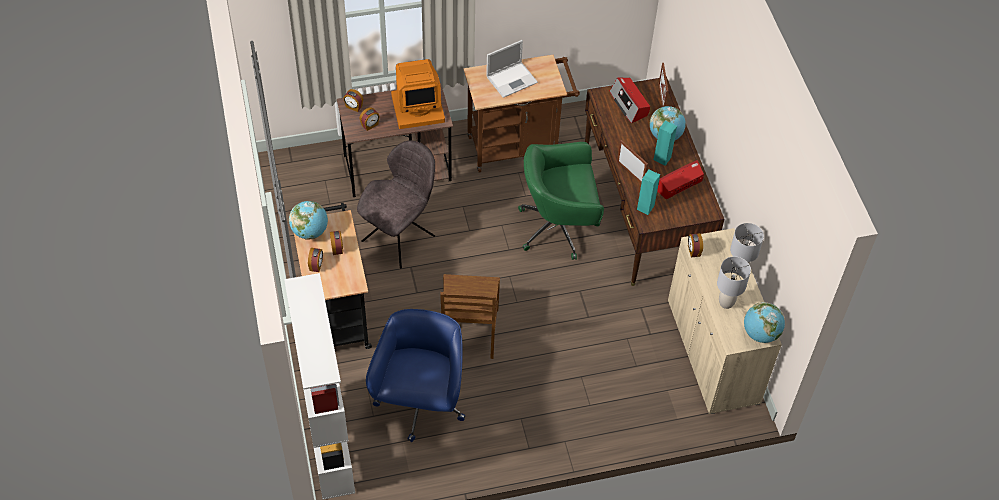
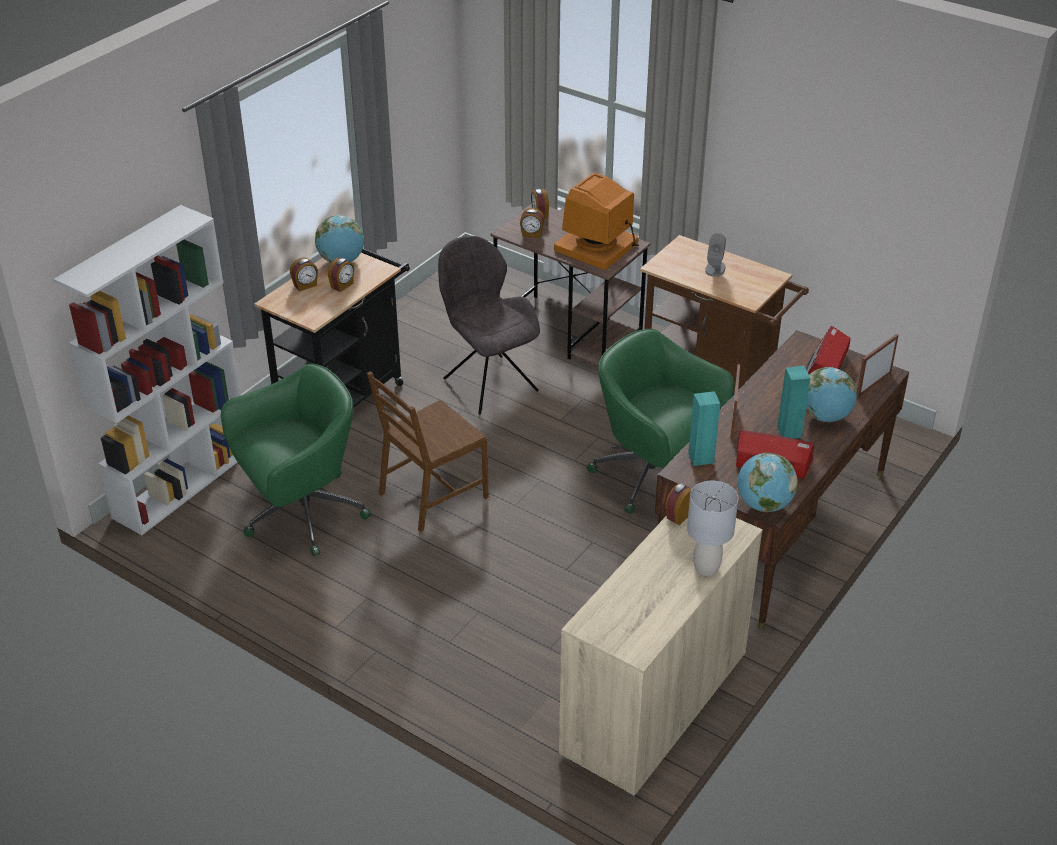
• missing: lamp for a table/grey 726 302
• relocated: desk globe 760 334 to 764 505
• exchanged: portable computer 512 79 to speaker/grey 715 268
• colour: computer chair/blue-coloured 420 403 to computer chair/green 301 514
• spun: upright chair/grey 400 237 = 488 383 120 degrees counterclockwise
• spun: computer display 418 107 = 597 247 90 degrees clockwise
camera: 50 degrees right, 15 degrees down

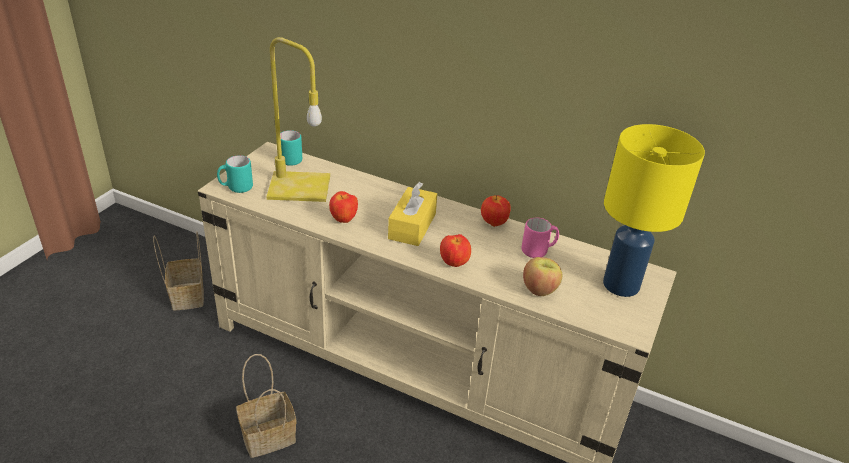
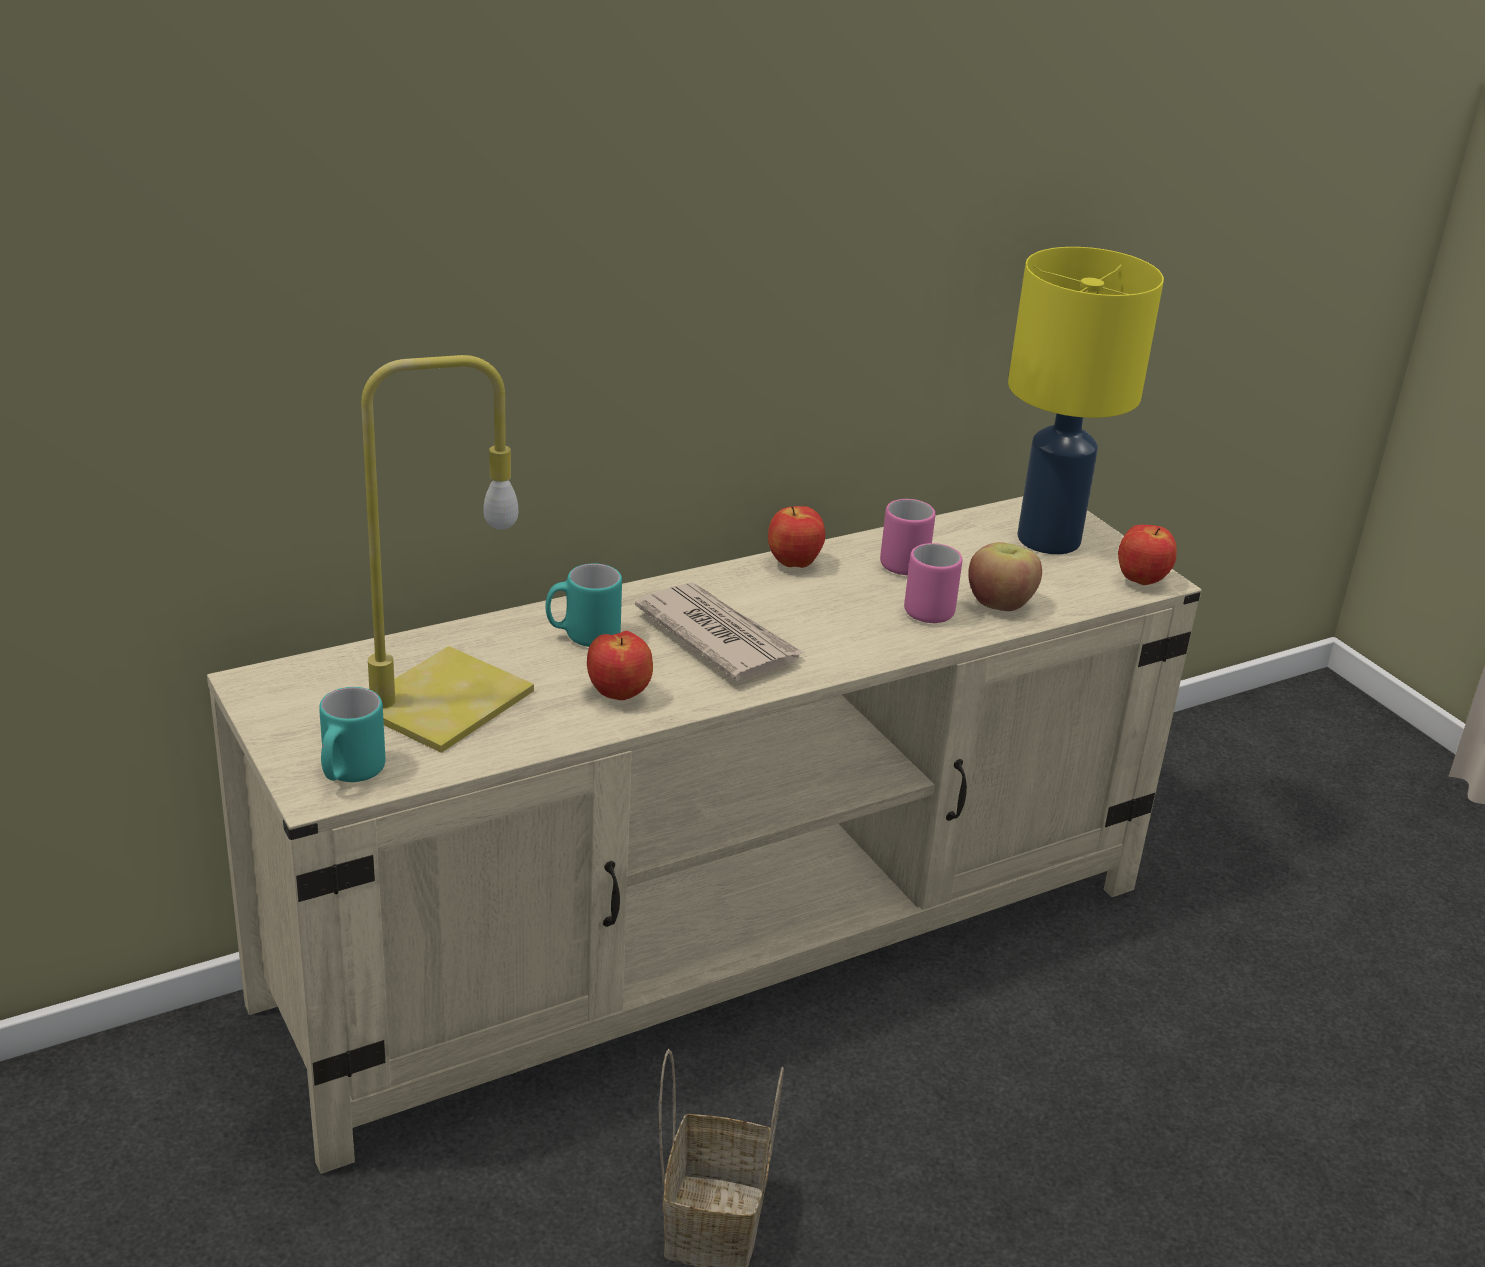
• missing: basket 186 295
• appeared: mug/pinkish 926 607
• relocated: mug/turquoise-coloured 288 159 to 582 636
• relocated: apple fruit 454 263 to 1141 581
• exchanged: tissue box/yellow 412 226 to newspaper 717 637
camera: 55 degrees left, 5 degrees down

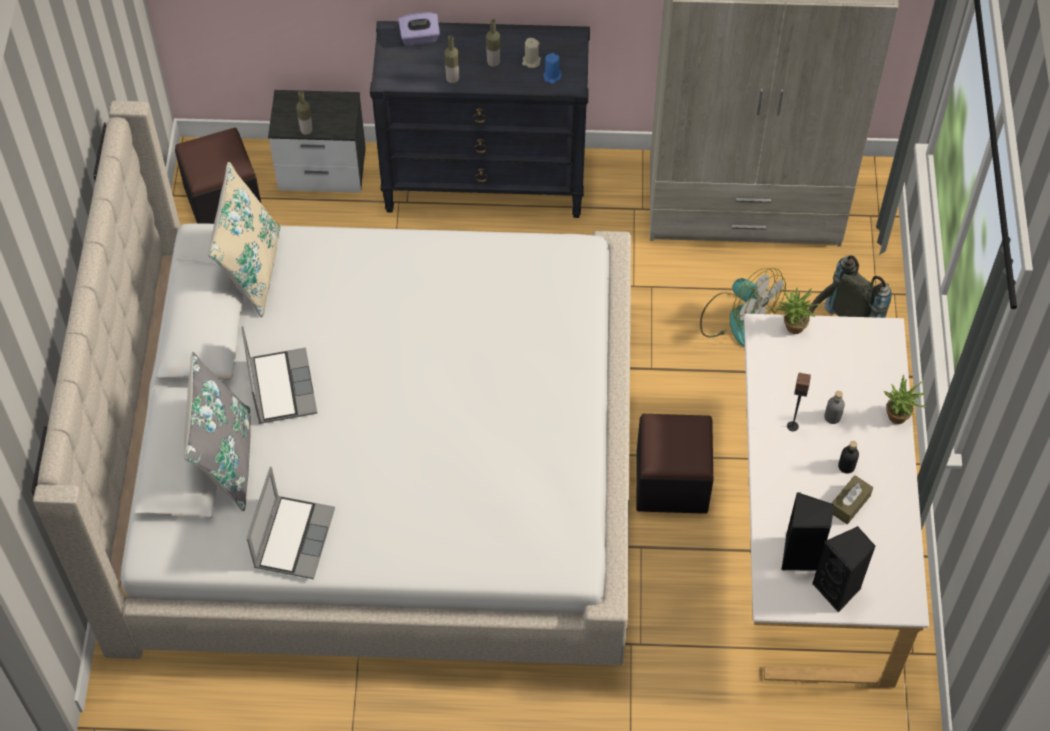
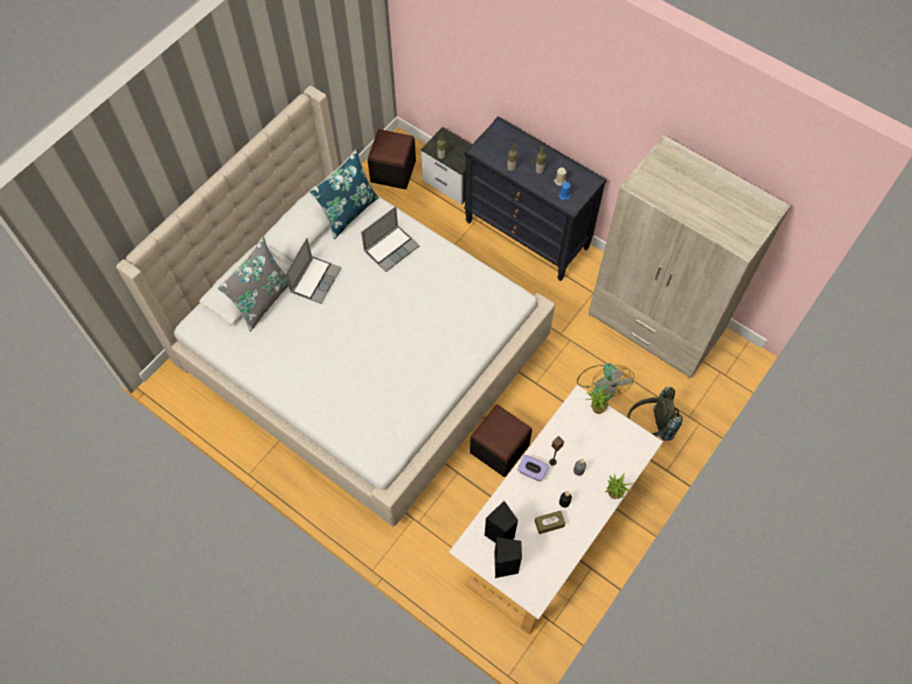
• relocated: portable computer 293 537 to 391 248
• relocated: tissue box/purplish 420 38 to 532 472
• colour: pillow/sand-coloured 251 269 to pillow/blue-coloured 348 212
camera: 35 degrees right, 5 degrees up

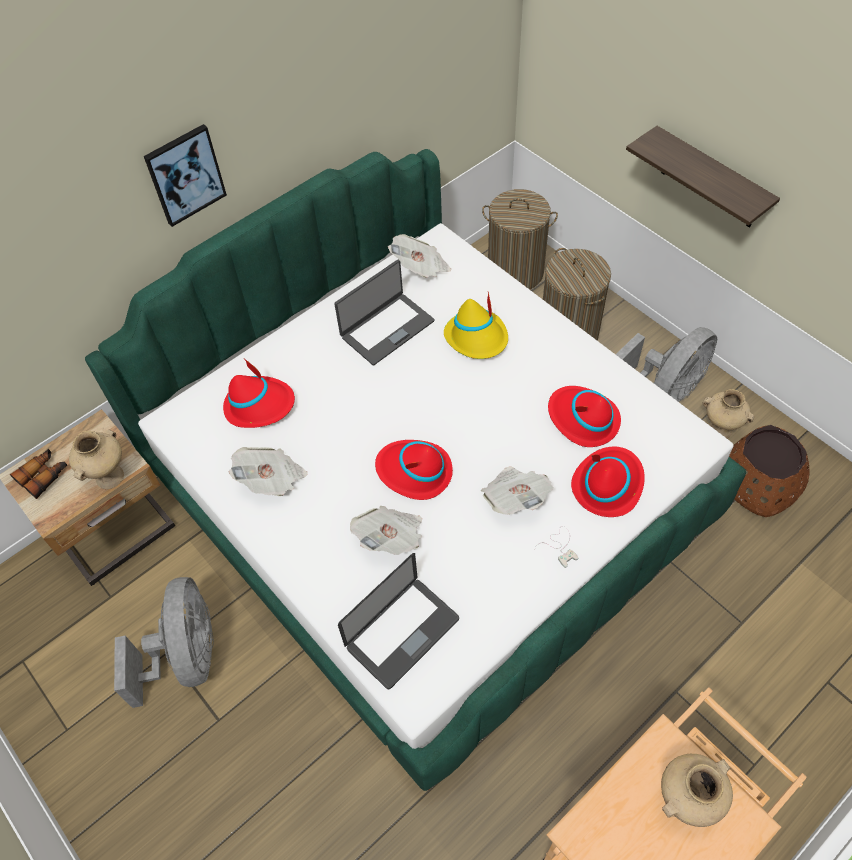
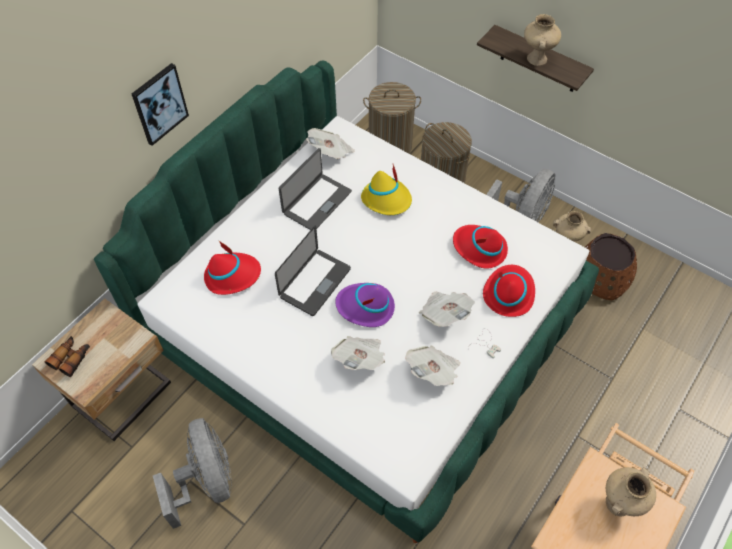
• relocated: decorative vase/sand-coloured 109 476 to 536 58
• relocated: newspaper 272 479 to 433 371
• relocated: portable computer 402 633 to 315 283
• colour: wearable hat/red-coloured 414 472 to wearable hat/purplish 365 307
camera: 15 degrees left, 0 degrees up

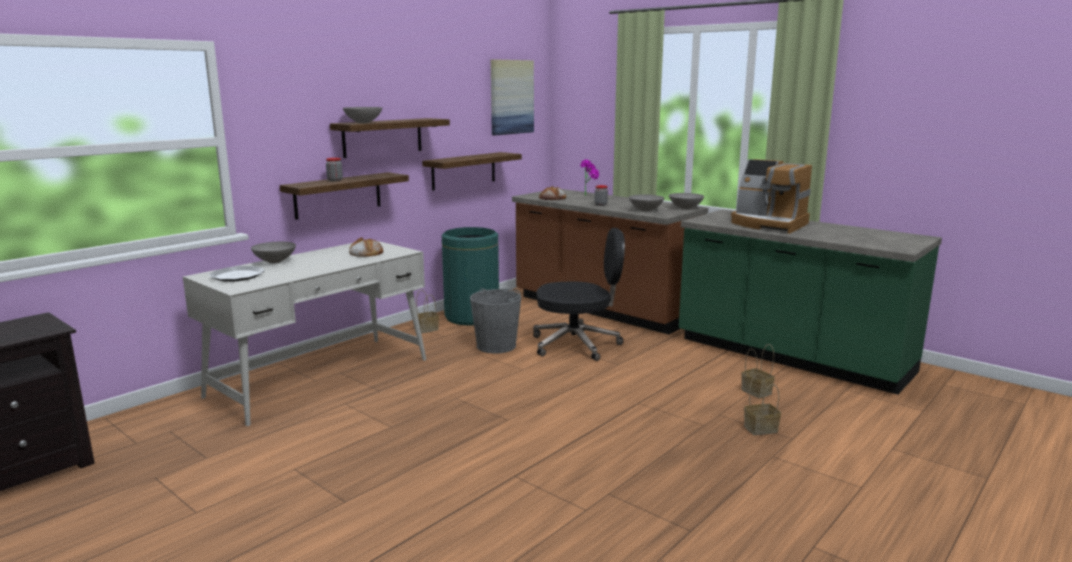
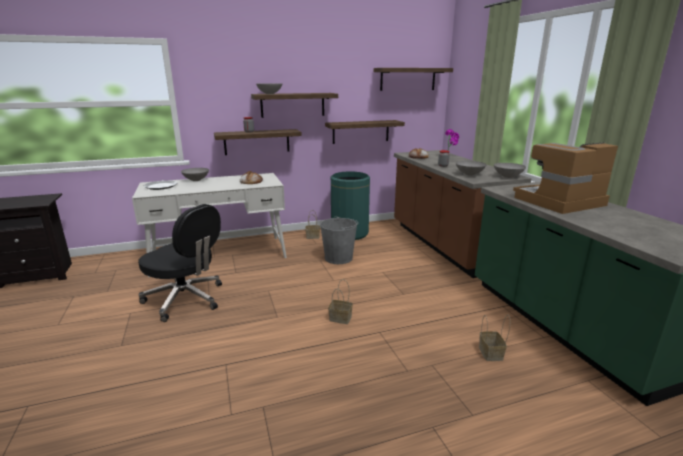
• relocated: computer chair/black-coloured 577 344 to 186 299
• relocated: basket 761 428 to 341 318
• exchanged: picture 511 97 to wall shelf 408 79
• spun: coffee machine 768 224 = 559 202 90 degrees clockwise
camera: 30 degrees right, 5 degrees up

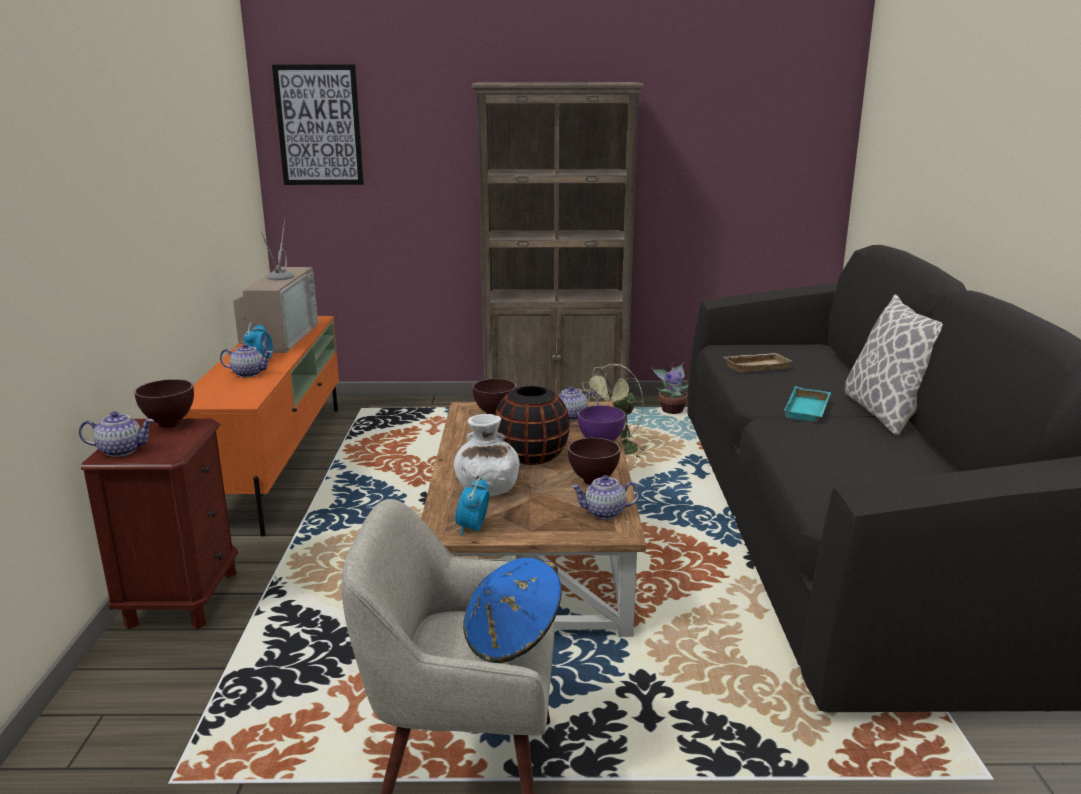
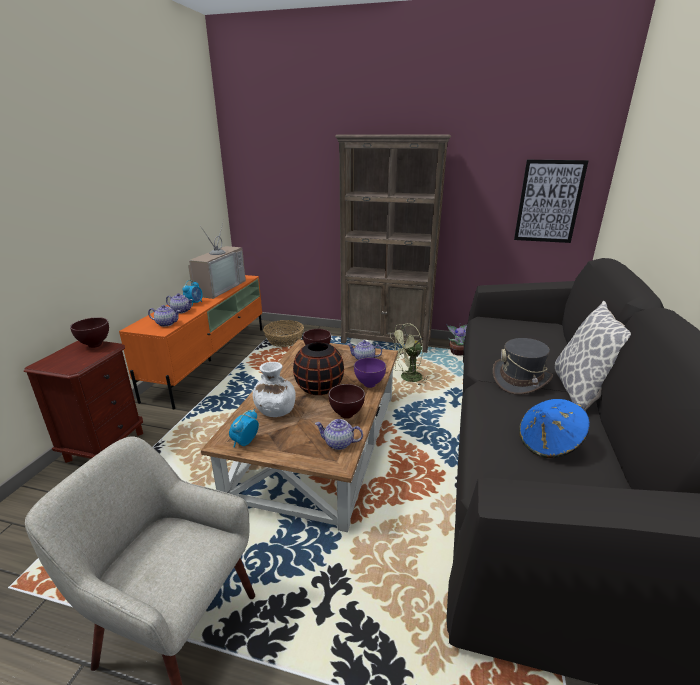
• missing: serving tray/sand-coloured 756 366
• appeared: basket 284 340
• relocated: tea pot 121 450 to 167 323
• relocated: picture 319 125 to 549 202
• relocated: wearable hat/blue-coloured 512 638 to 549 444
• exchanged: serving tray/turquoise-coloured 808 410 to wearable hat/grey 520 380
camera: 15 degrees right, 5 degrees up

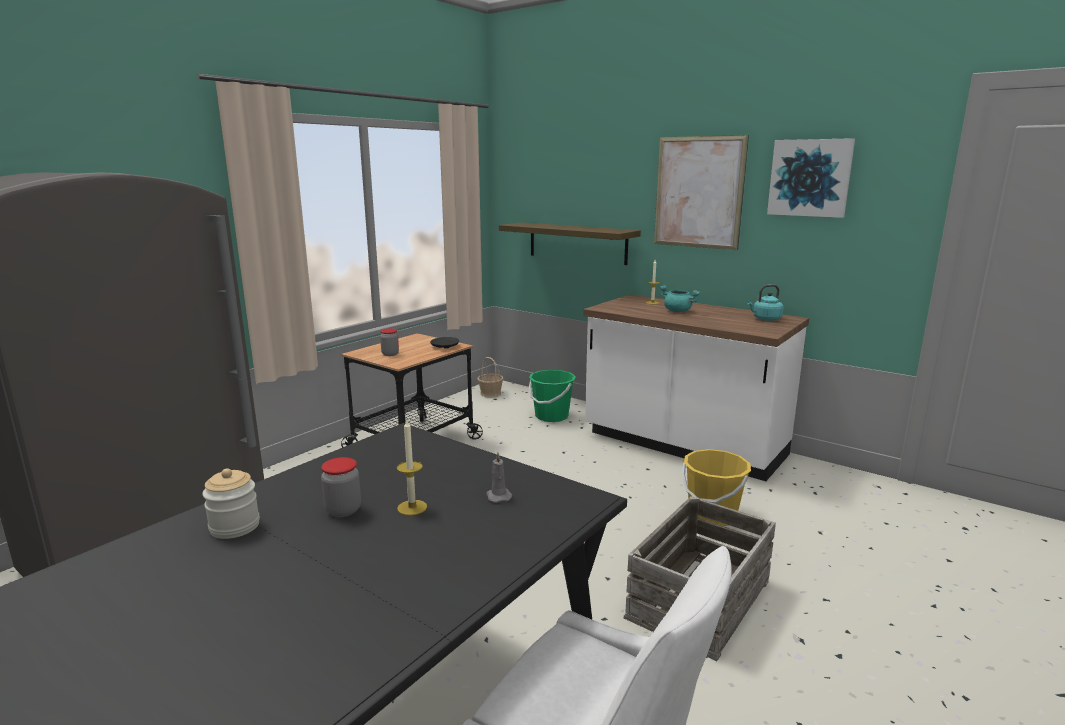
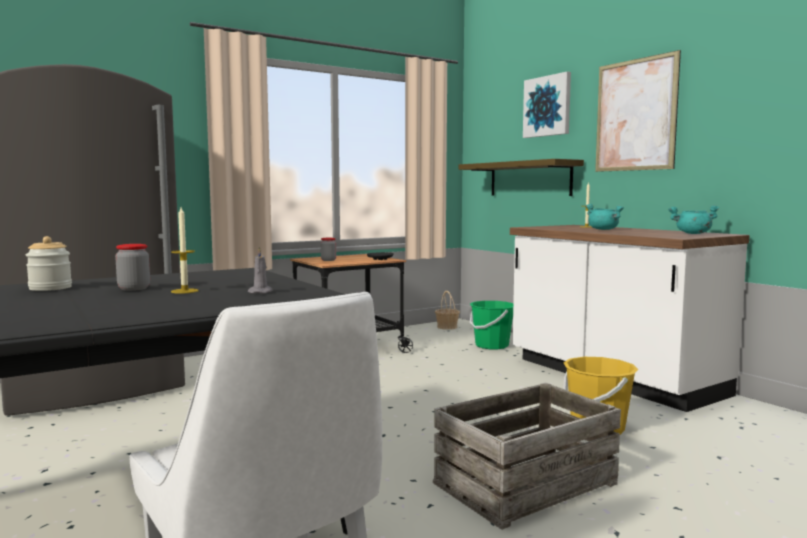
• relocated: picture 810 178 to 547 106
• exchanged: tea kettle/turquoise-coloured 765 319 to saucepot/turquoise-coloured 692 233
camera: 20 degrees right, 10 degrees down

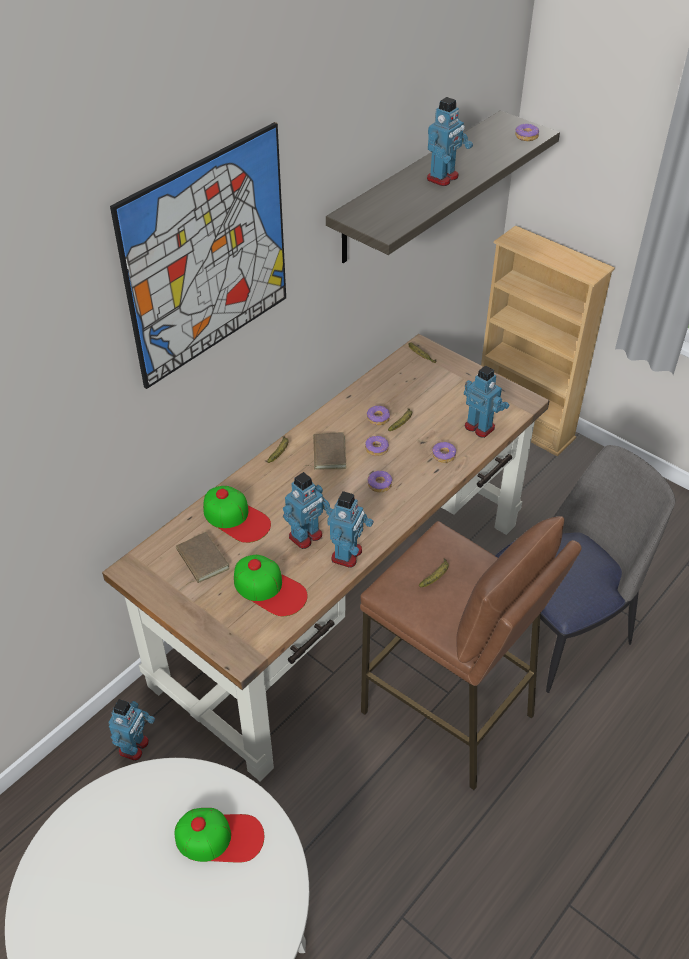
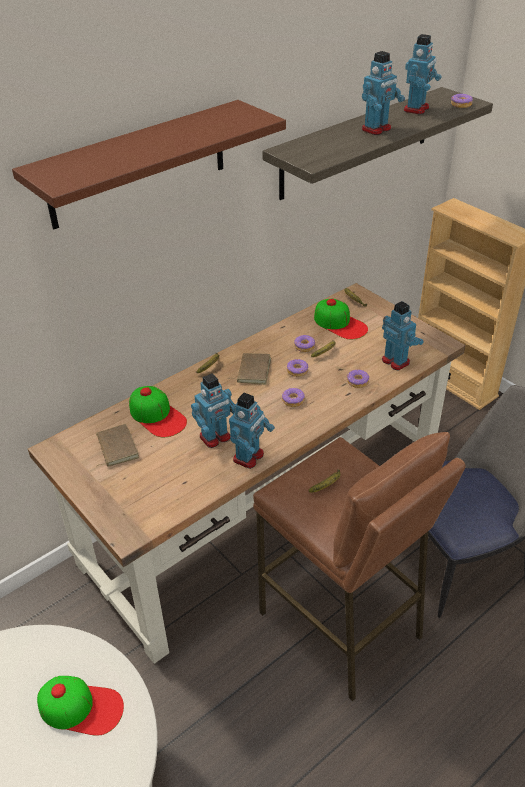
• relocated: toy robot 134 747 to 417 109
• relocated: baseball cap 269 589 to 340 323
• exchanged: picture 208 257 to wall shelf/brownish 138 164
camera: 10 degrees right, 5 degrees down

